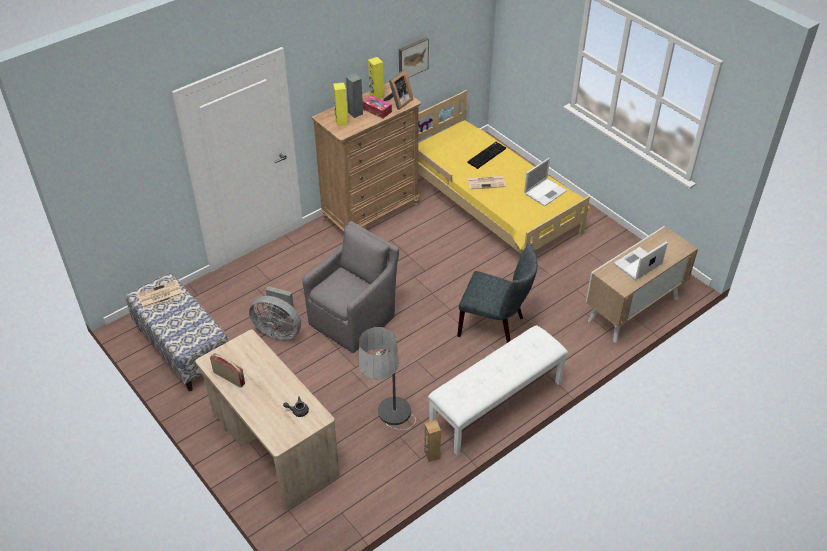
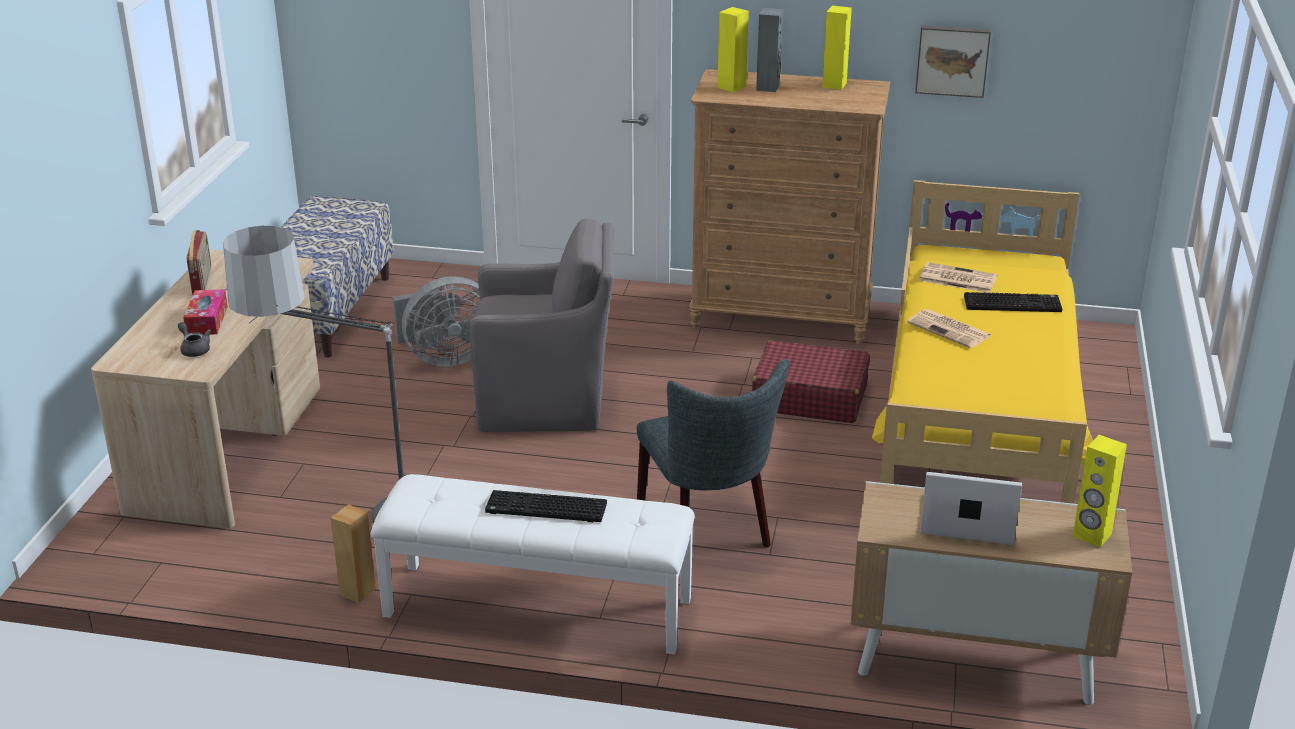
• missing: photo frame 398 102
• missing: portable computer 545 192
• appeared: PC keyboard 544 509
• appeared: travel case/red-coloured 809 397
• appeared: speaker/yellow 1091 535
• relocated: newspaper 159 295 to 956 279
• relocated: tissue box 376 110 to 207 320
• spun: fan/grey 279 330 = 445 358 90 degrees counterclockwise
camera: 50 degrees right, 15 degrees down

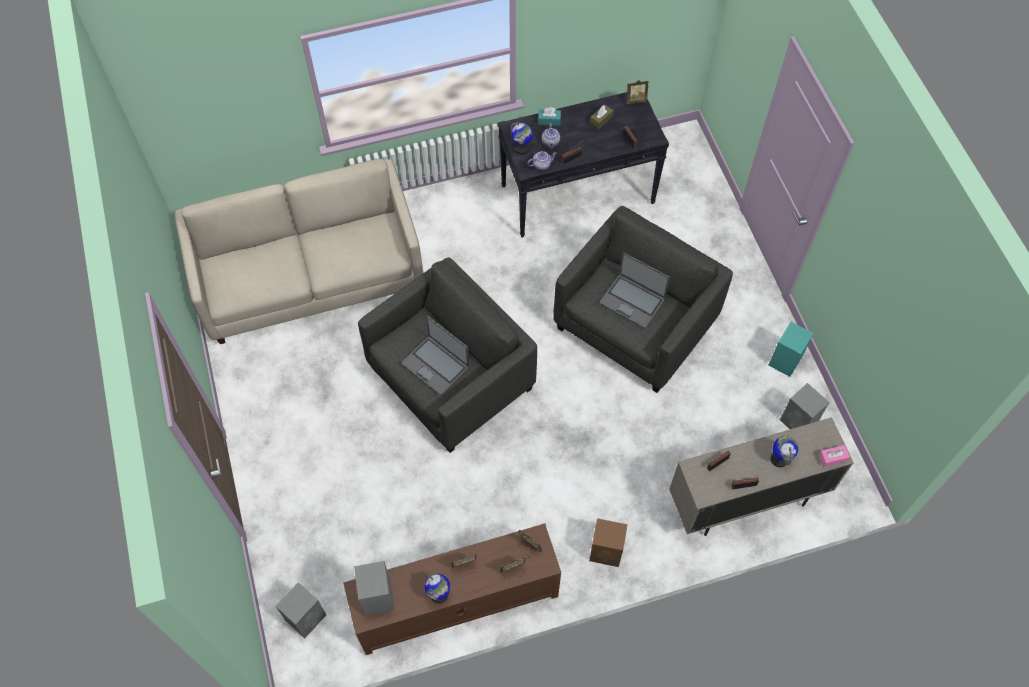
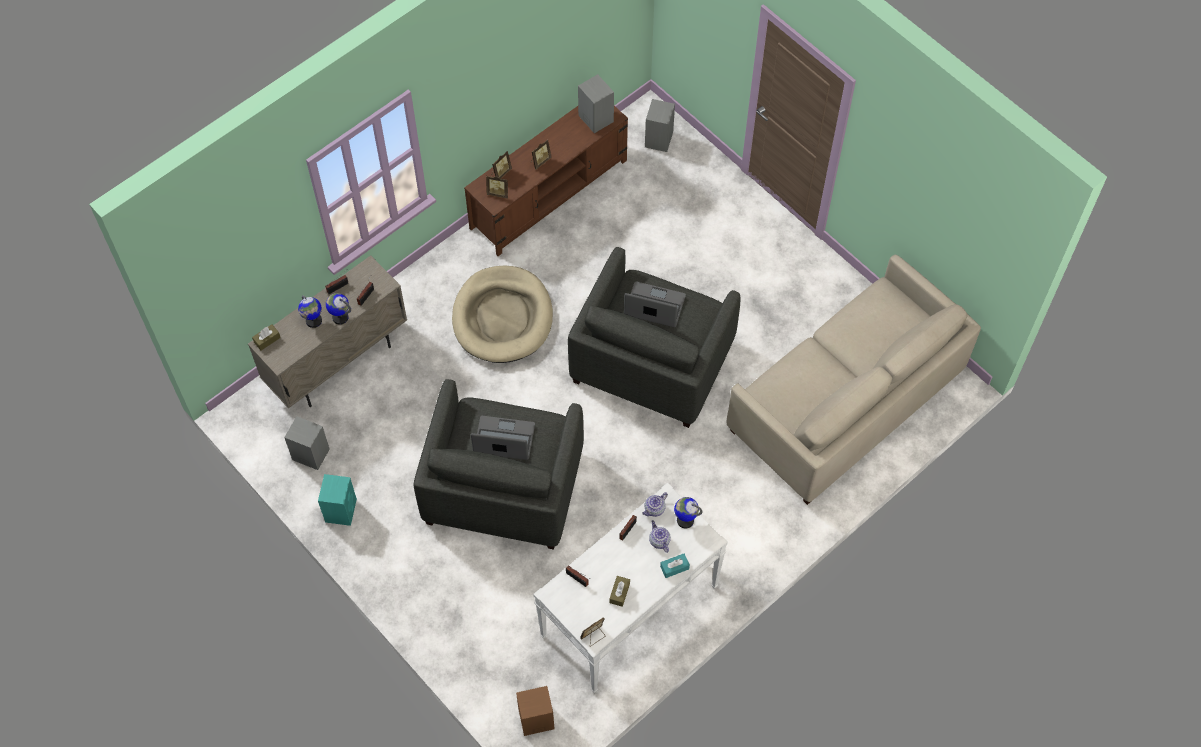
• appeared: pet bed/sand-coloured 502 317
• relocated: desk globe 439 594 to 340 317
• relocated: speaker/brownish 607 551 to 535 719
• colour: console table/black-coloured 578 194 to console table/white-coloured 629 612
• colour: tissue box/pinkish 832 458 to tissue box/brownish 267 340
camera: 155 degrees right, 0 degrees up

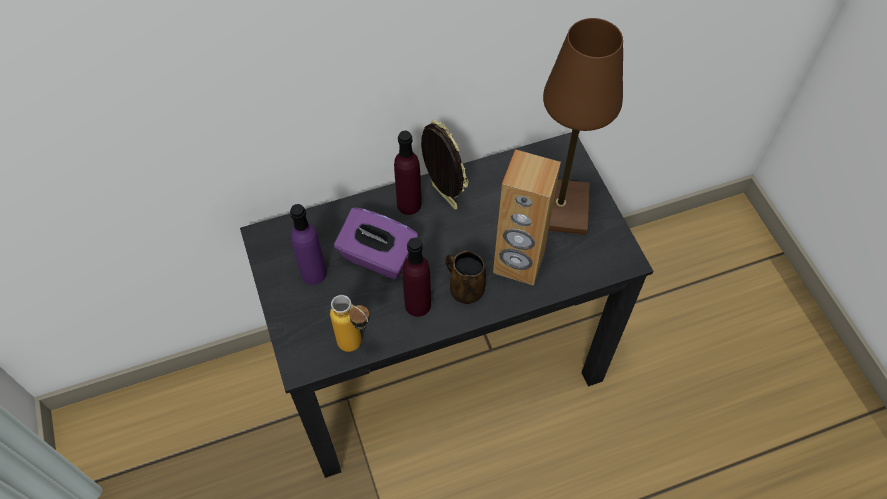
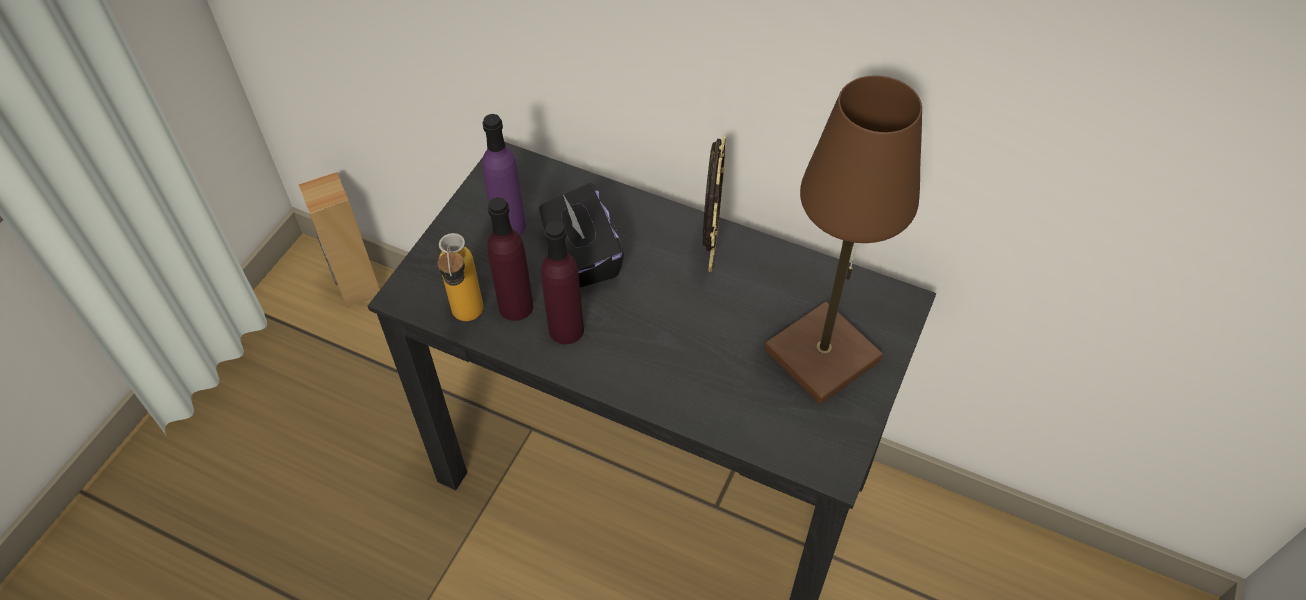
• missing: mug/brownish 465 289
• relocated: beverage bottle/purplish 409 204 to 516 306
• relocated: speaker/brownish 518 264 to 357 287
• colour: tissue box/purplish 377 257 to tissue box/black-coloured 582 256
camera: 45 degrees right, 5 degrees down

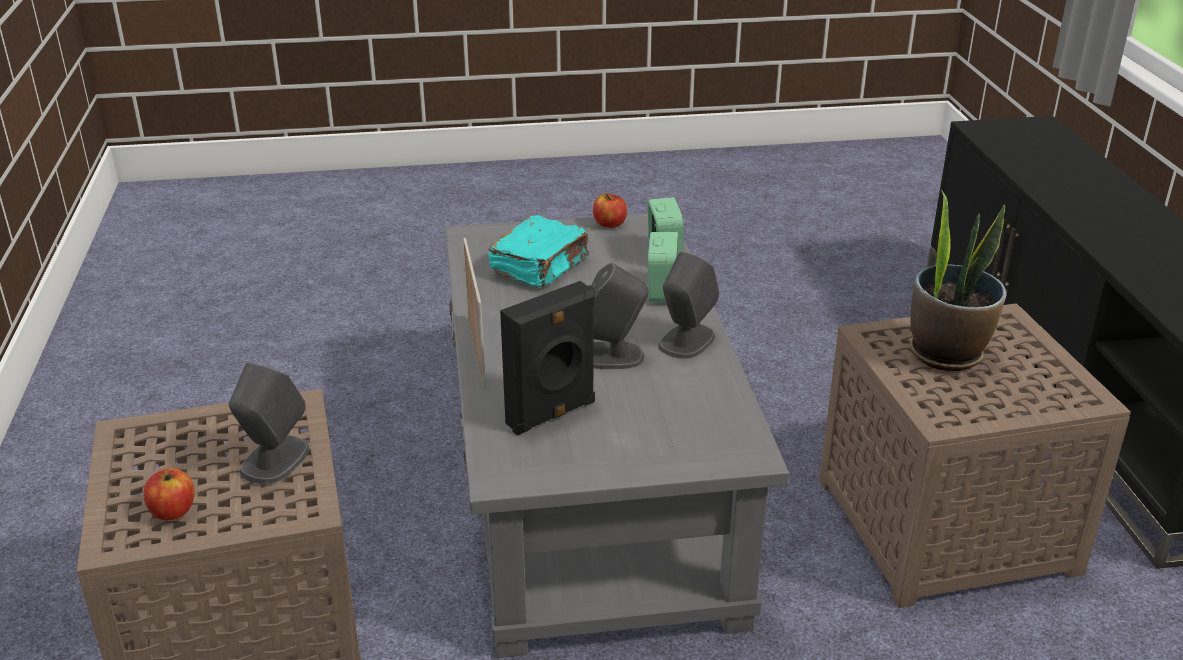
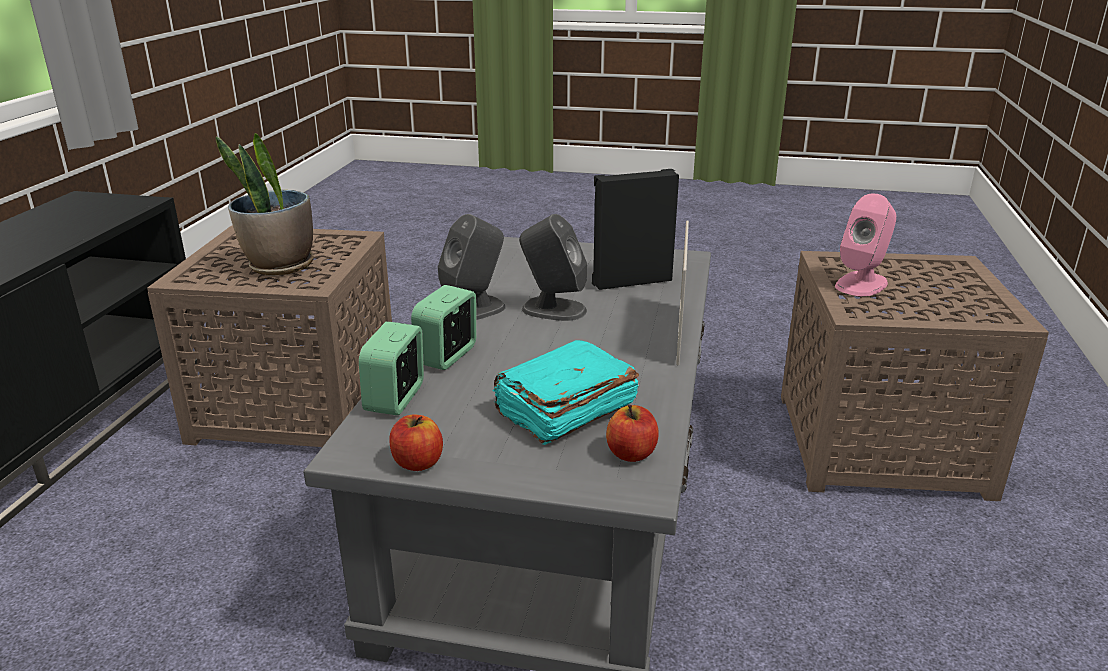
• relocated: apple fruit 173 511 to 631 453
• colour: speaker/grey 274 460 to speaker/pinkish 861 284
camera: 160 degrees left, 5 degrees down

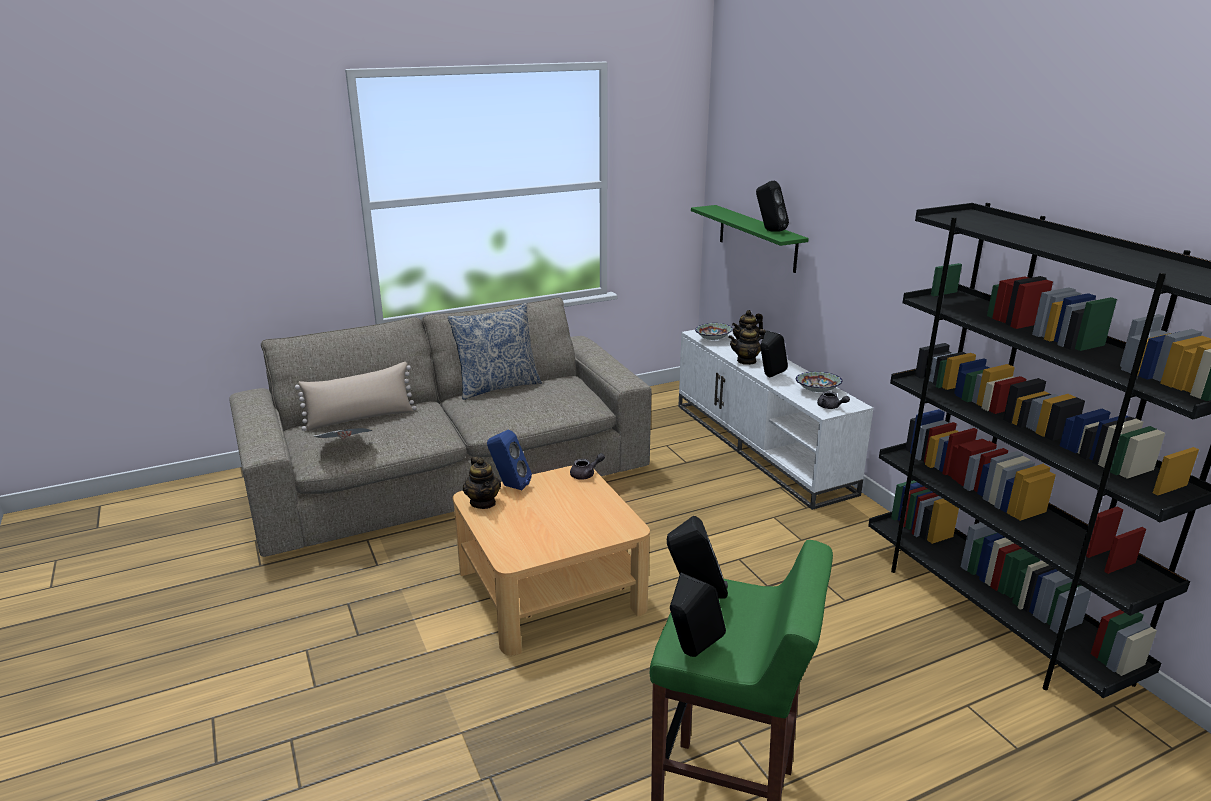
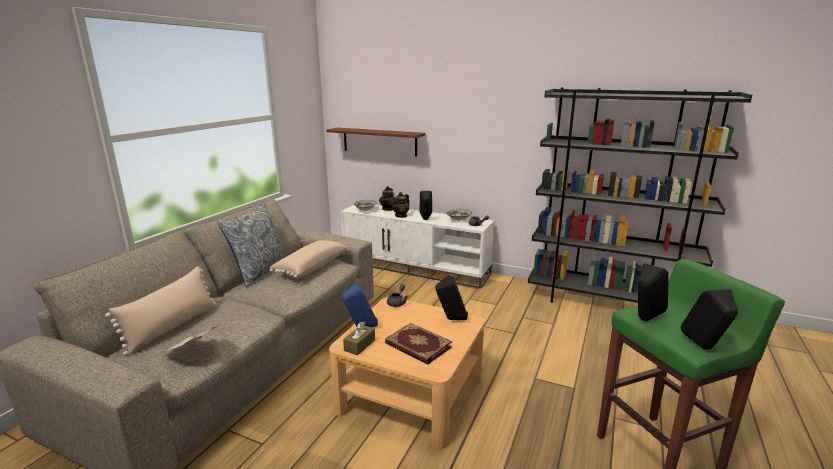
• appeared: pillow/sand-coloured 310 267
• appeared: bound book 417 346
• relocated: speaker/black-coloured 769 230 to 451 319
• exchanged: tea pot 483 502 to tissue box/brownish 359 345
• colour: wall shelf/green 757 238 to wall shelf/brownish 379 141
camera: 40 degrees left, 5 degrees down

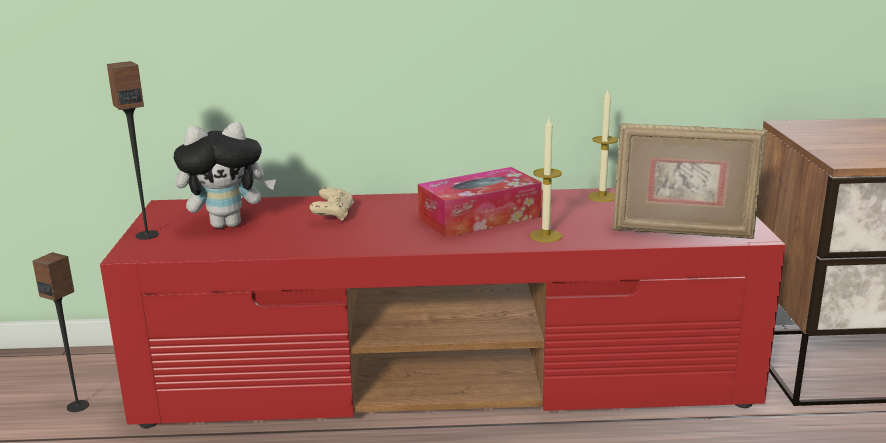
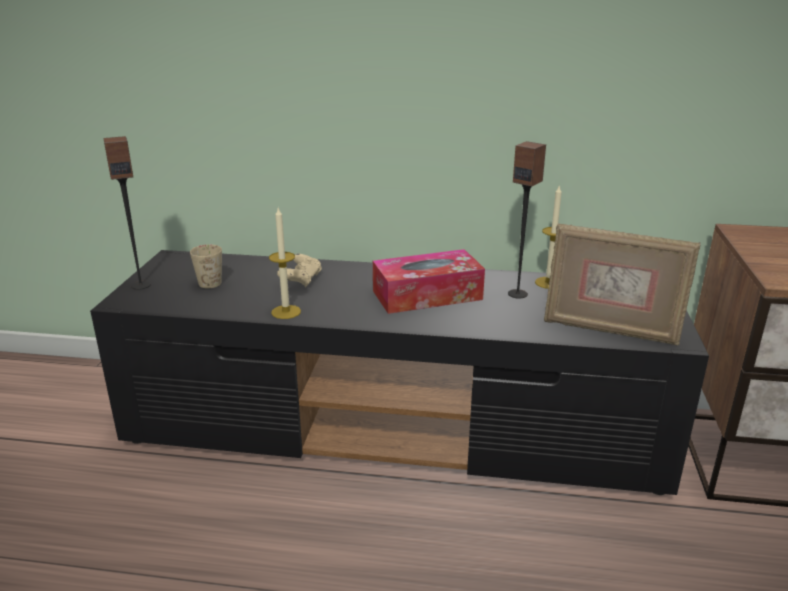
• relocated: speaker 78 406 to 518 294
• relocated: wax light 545 236 to 286 312
• exchanged: soft toy 228 224 to mug/sand-coloured 211 280
• colour: media console/red-coloured 449 378 to media console/black-coloured 397 428
camera: 10 degrees right, 5 degrees up

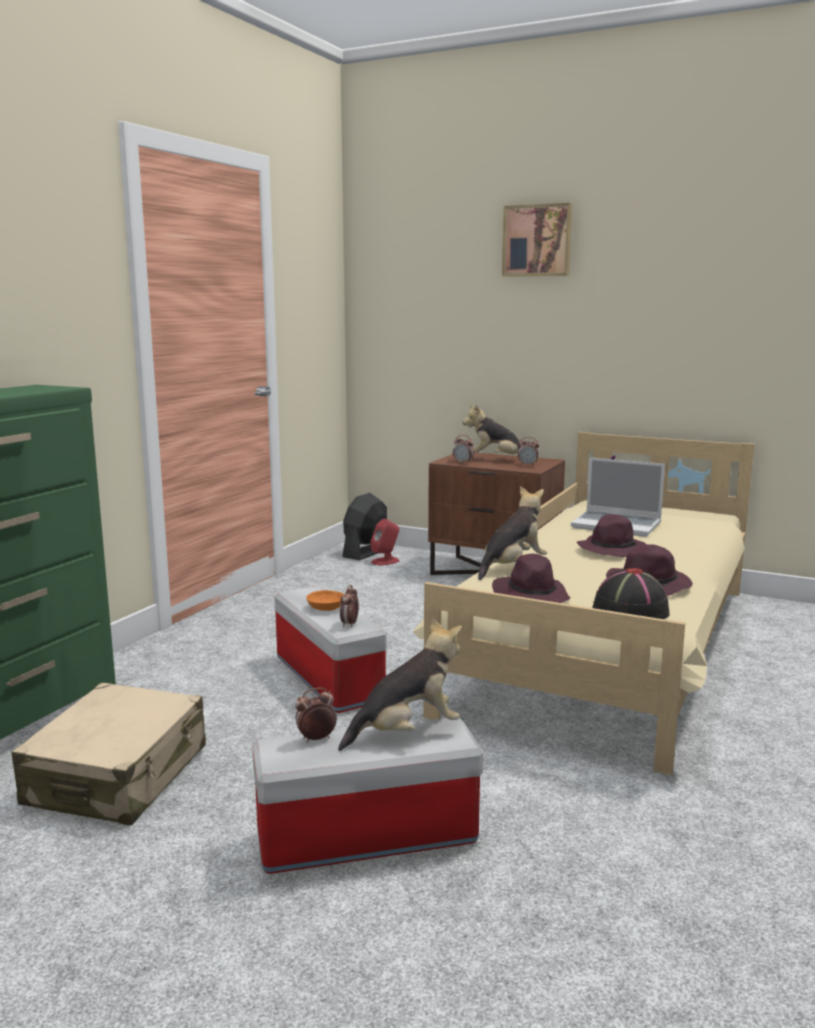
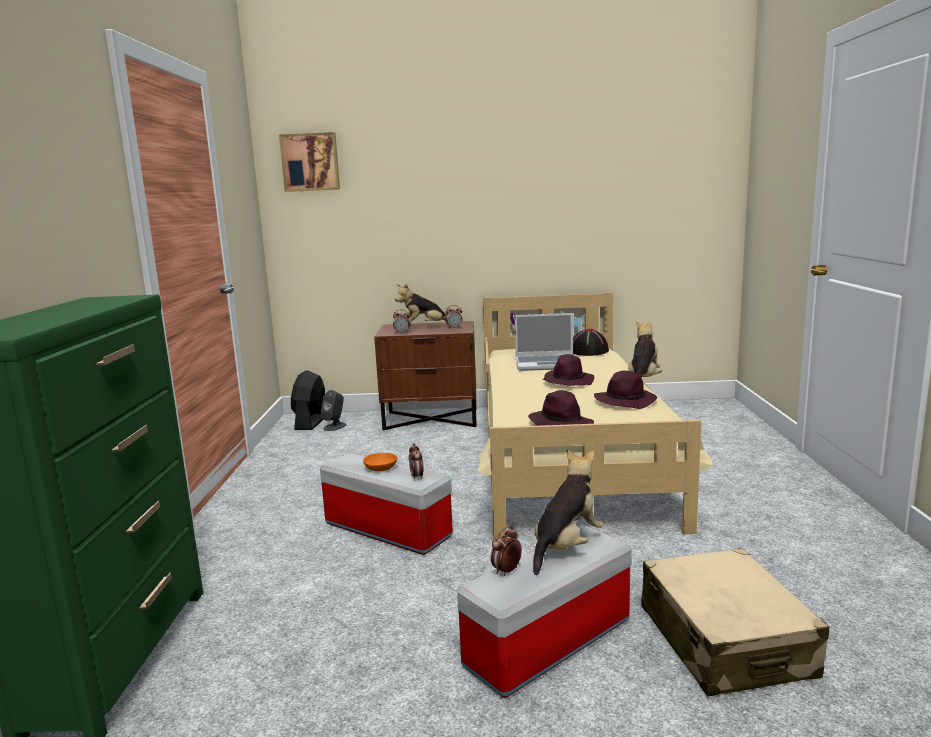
• relocated: travel case/sand-coloured 118 776 to 725 641
• relocated: soft toy 512 567 to 643 380
• relocated: picture 537 240 to 310 162
• relocated: wearable hat/black-coloured 629 612 to 588 352
• colour: speaker/red-coloured 385 561 to speaker/grey 335 426
camera: 25 degrees left, 0 degrees up

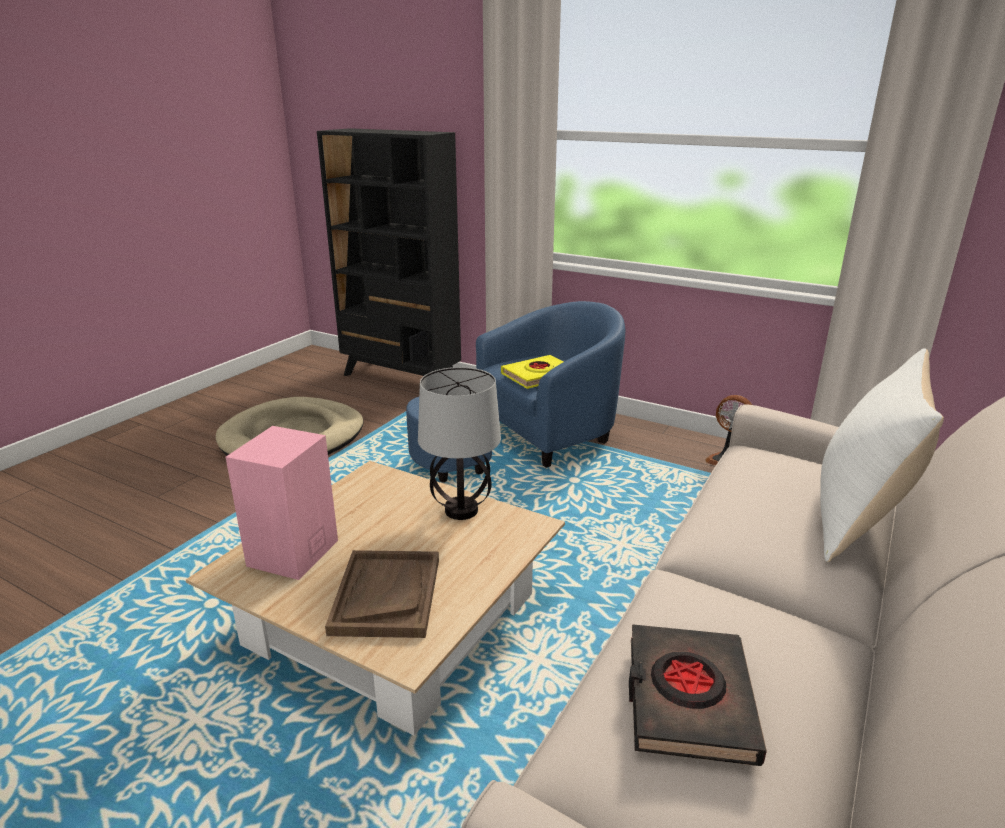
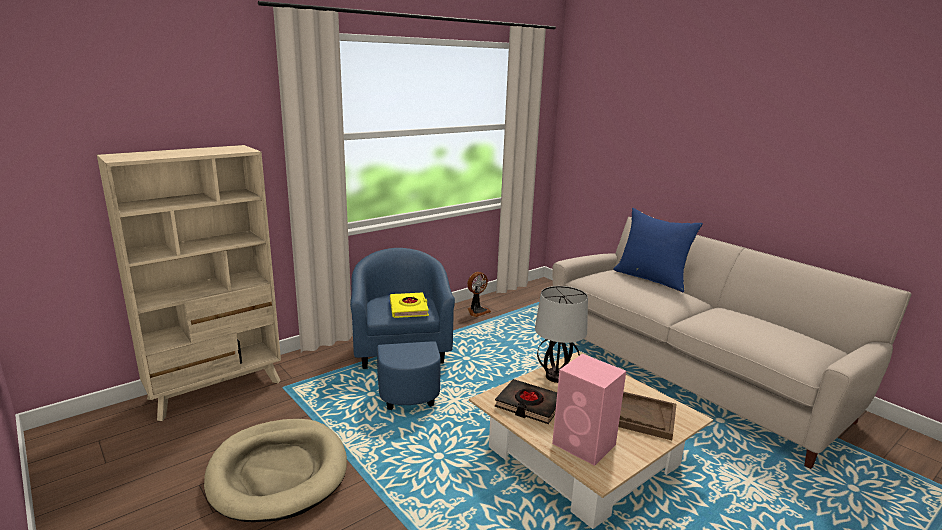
• relocated: bound book/black-coloured 688 699 to 529 405
• colour: bookshelf/black-coloured 401 378 to bookshelf/sand-coloured 217 389
• colour: pillow/white-coloured 859 518 to pillow/blue-coloured 652 278
camera: 70 degrees left, 5 degrees down

